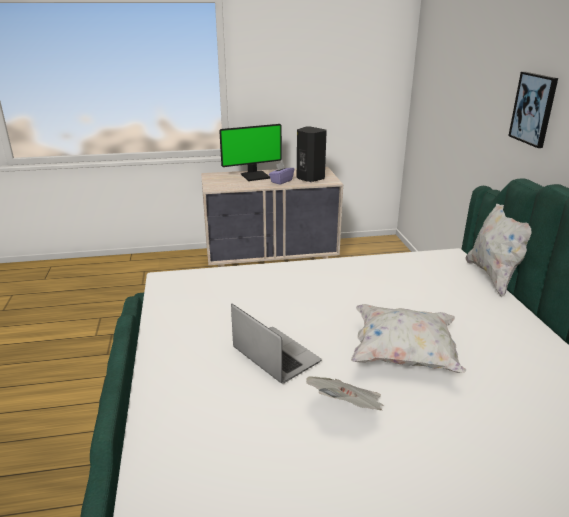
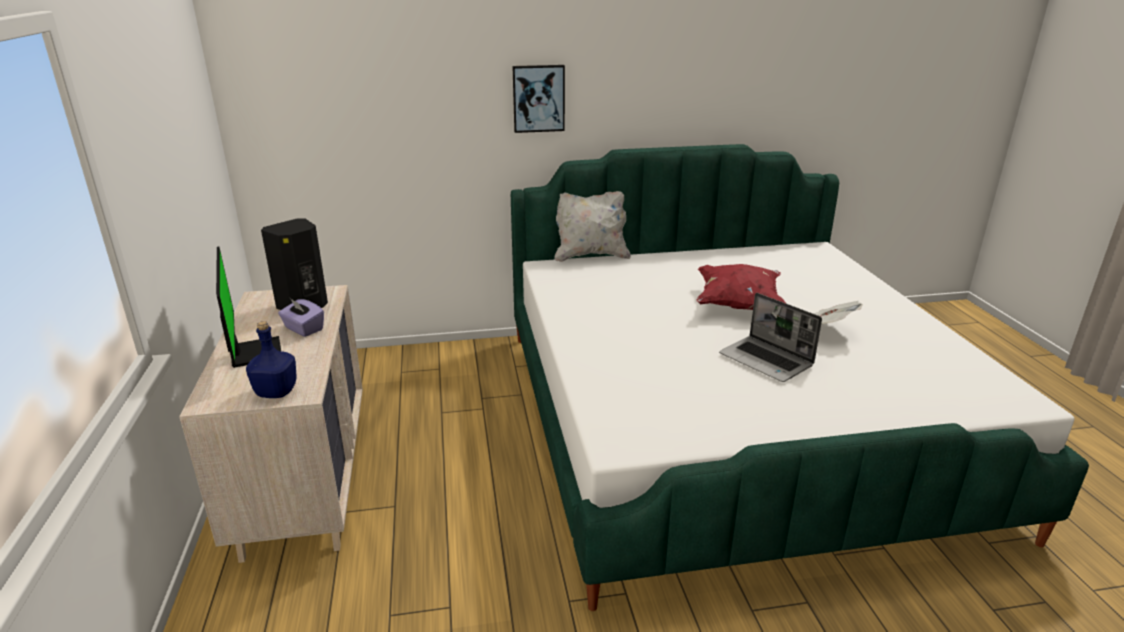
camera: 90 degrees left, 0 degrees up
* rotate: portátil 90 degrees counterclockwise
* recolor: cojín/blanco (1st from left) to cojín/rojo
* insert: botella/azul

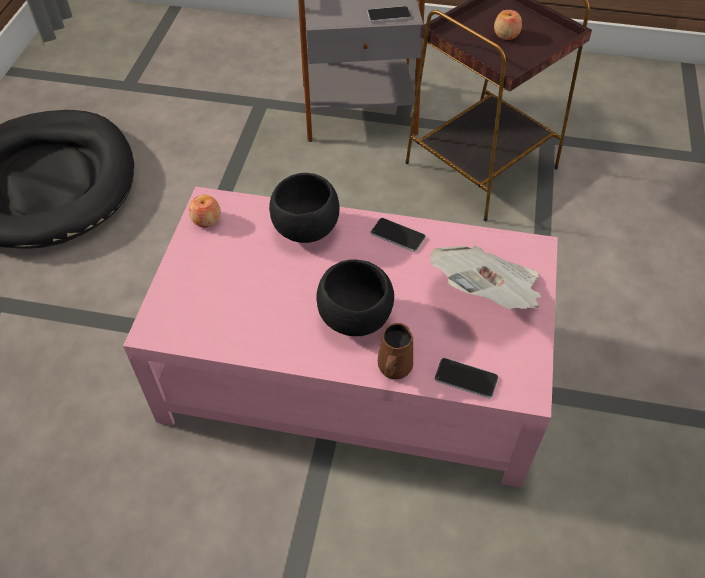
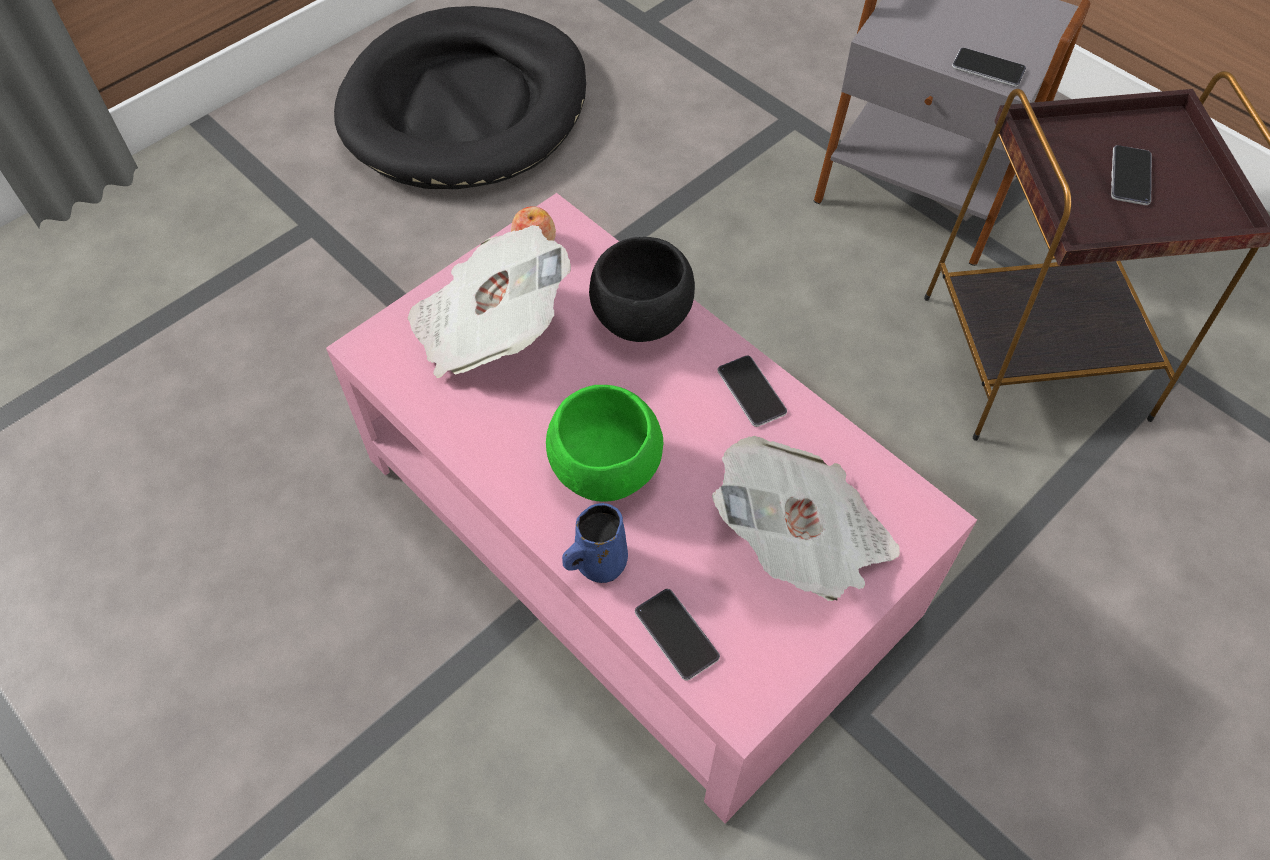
camera: 35 degrees right, 5 degrees up
* replace: manzana (2nd from left) to móvil (4th from left)
* recolor: cuenco/negro (2nd from left) to cuenco/verde
* recolor: taza grande/marrón to taza grande/azul
* insert: periódico (1st from left)

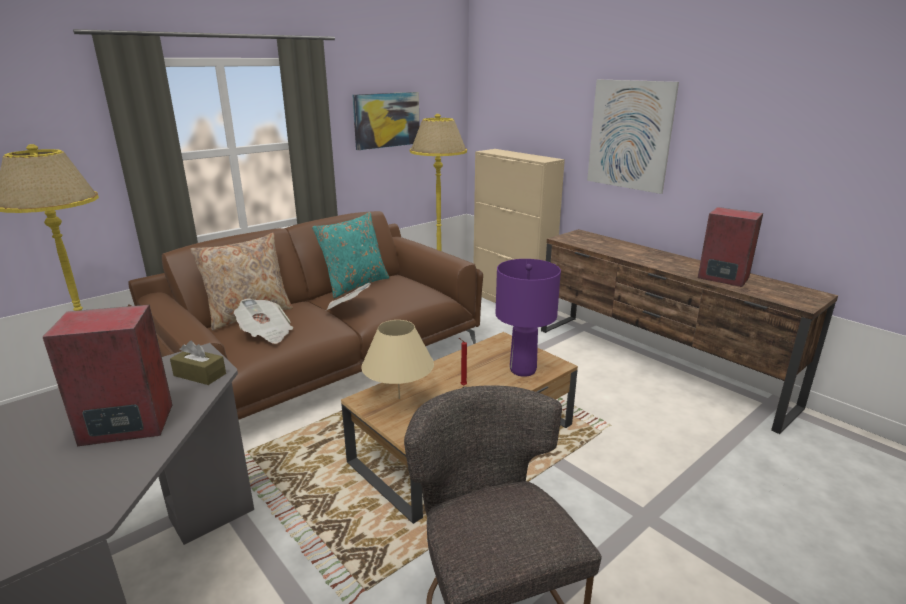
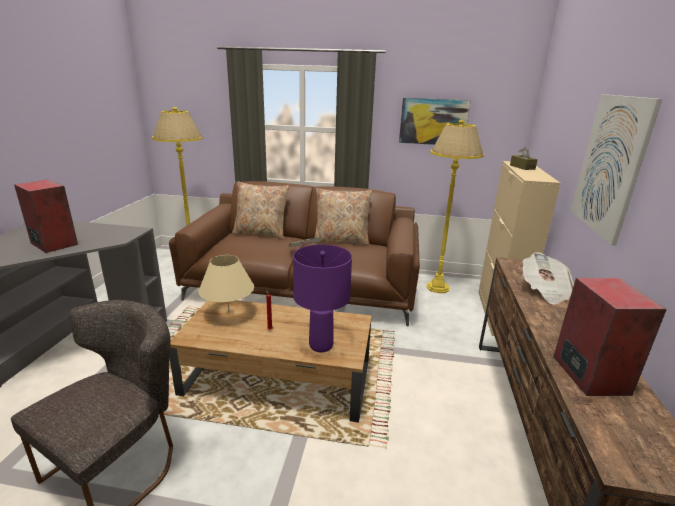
camera: 50 degrees right, 0 degrees up
* recolor: cojín/turquesa to cojín/beis (2nd from left)
* move: periódico (1st from left in the first image) to periódico (2nd from left)
* move: caja de pañuelos/marrón

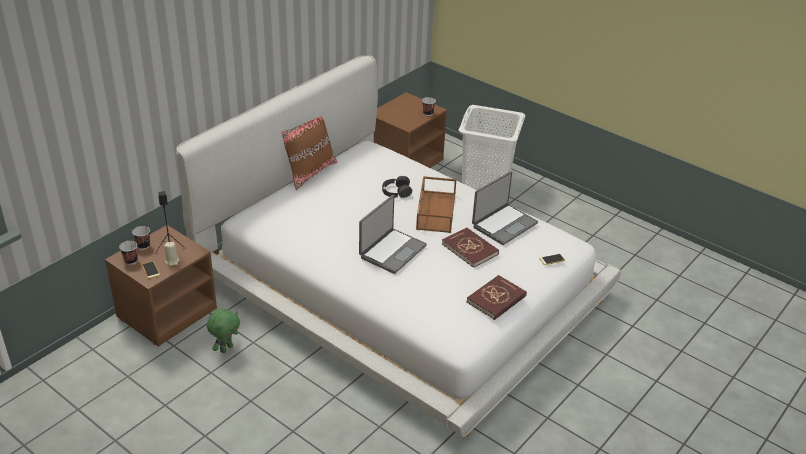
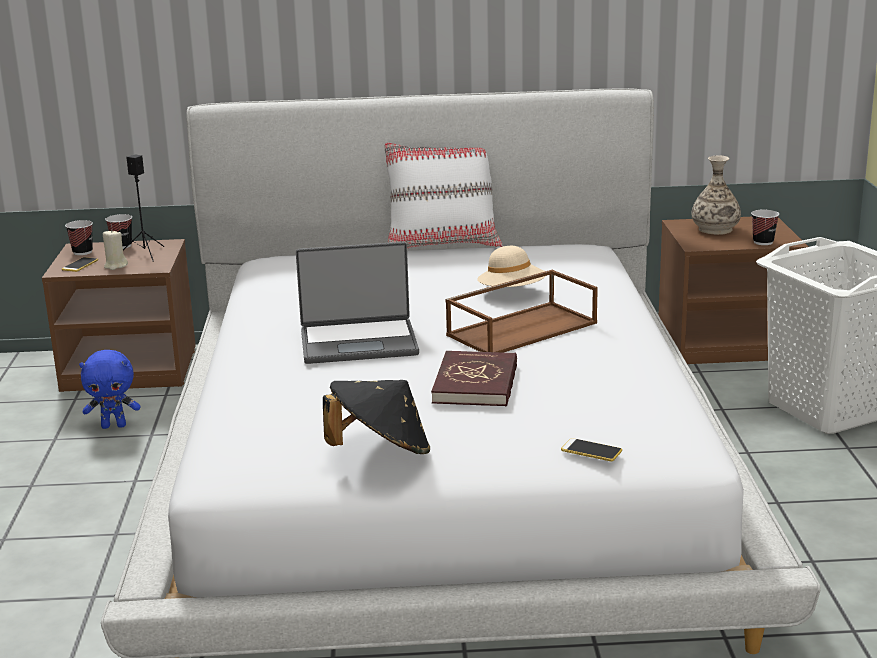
camera: 50 degrees right, 15 degrees down
* recolor: cojín/marrón to cojín/blanco
* delete: portátil (2nd from left)
* replace: auriculares/negro to sombrero/beis
* replace: libro/rojo (2nd from left) to sombrero/negro
* recolor: peluche/verde to peluche/azul
* insert: florero

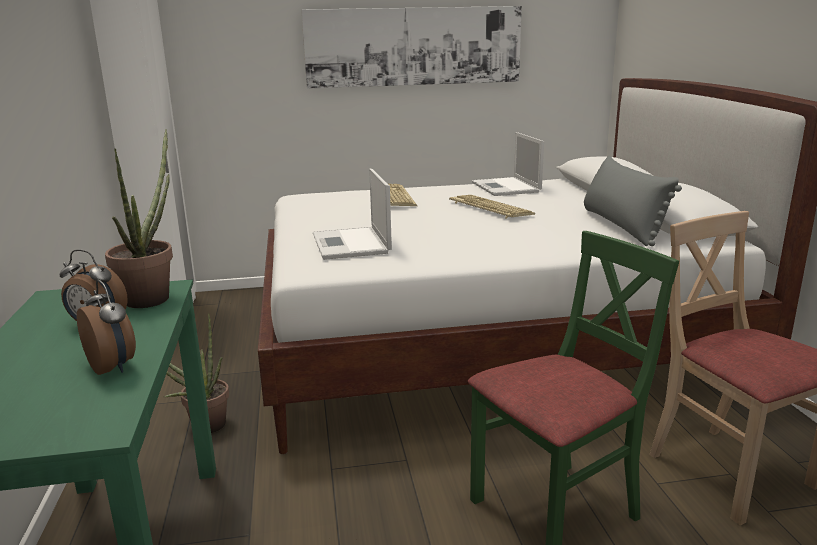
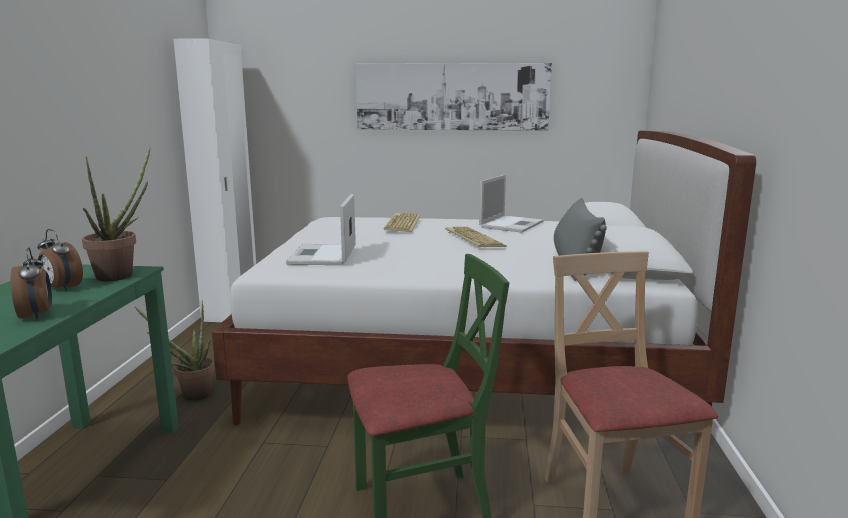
camera: 15 degrees right, 5 degrees down
* rotate: portátil (2nd from left) 150 degrees counterclockwise

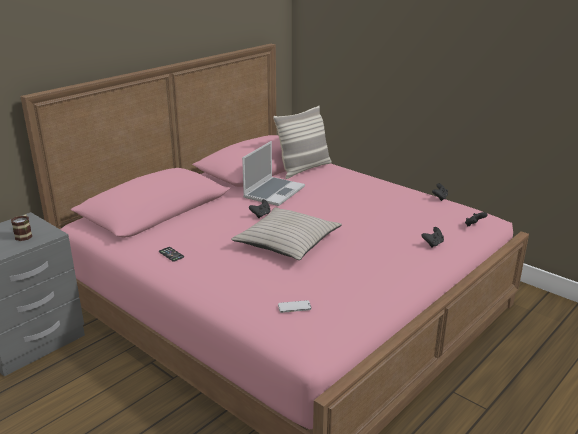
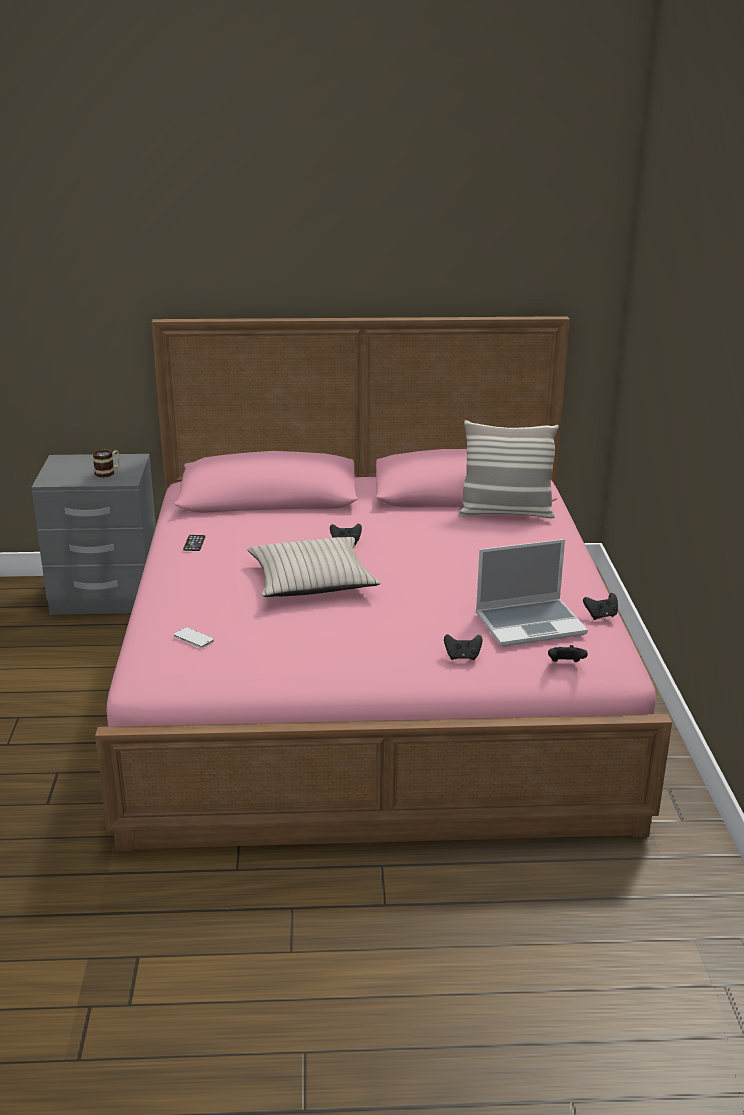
camera: 45 degrees right, 0 degrees up
* move: portátil

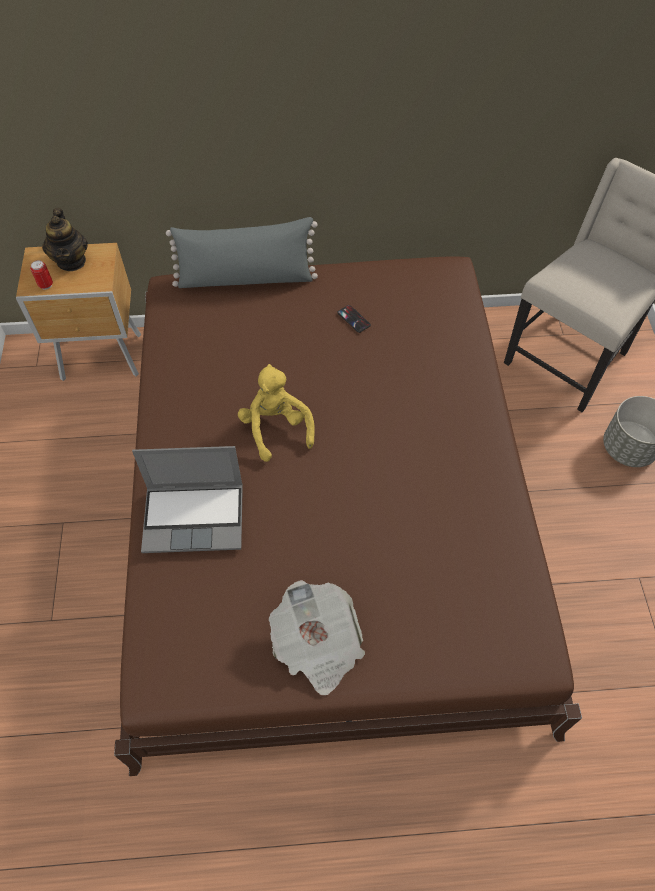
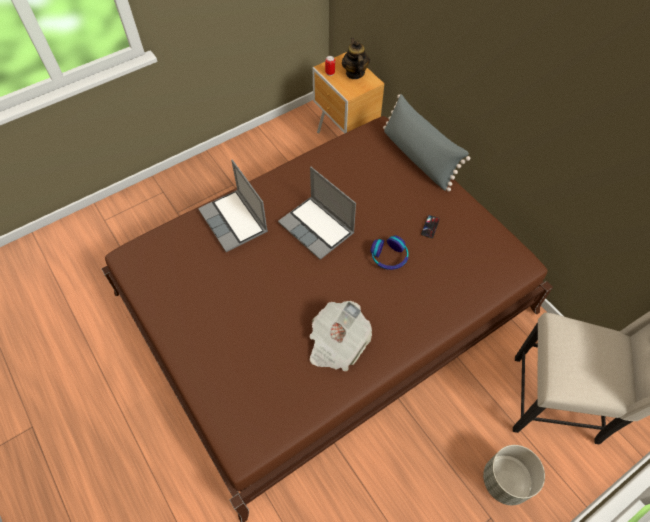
camera: 60 degrees right, 0 degrees up
* rotate: tetera 120 degrees clockwise
* replace: peluche/amarillo to portátil (2nd from left)
* move: periódico
* insert: auriculares

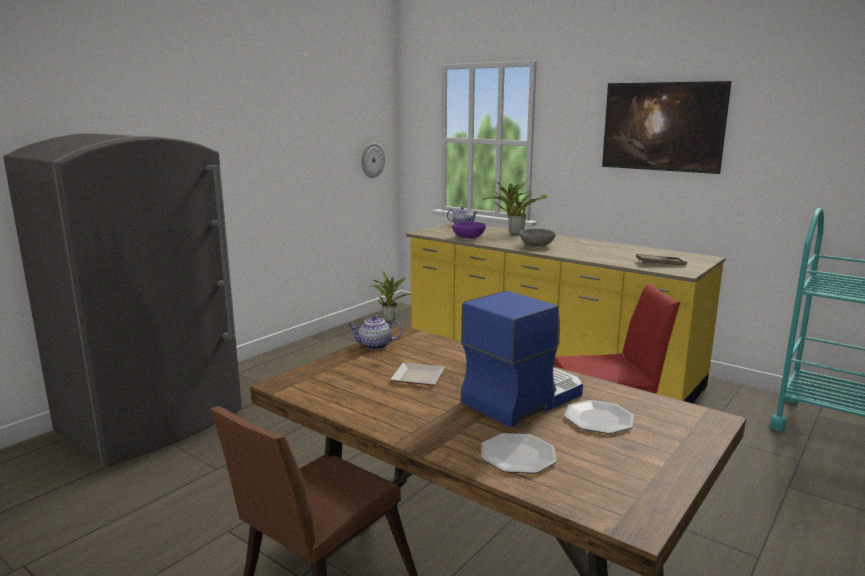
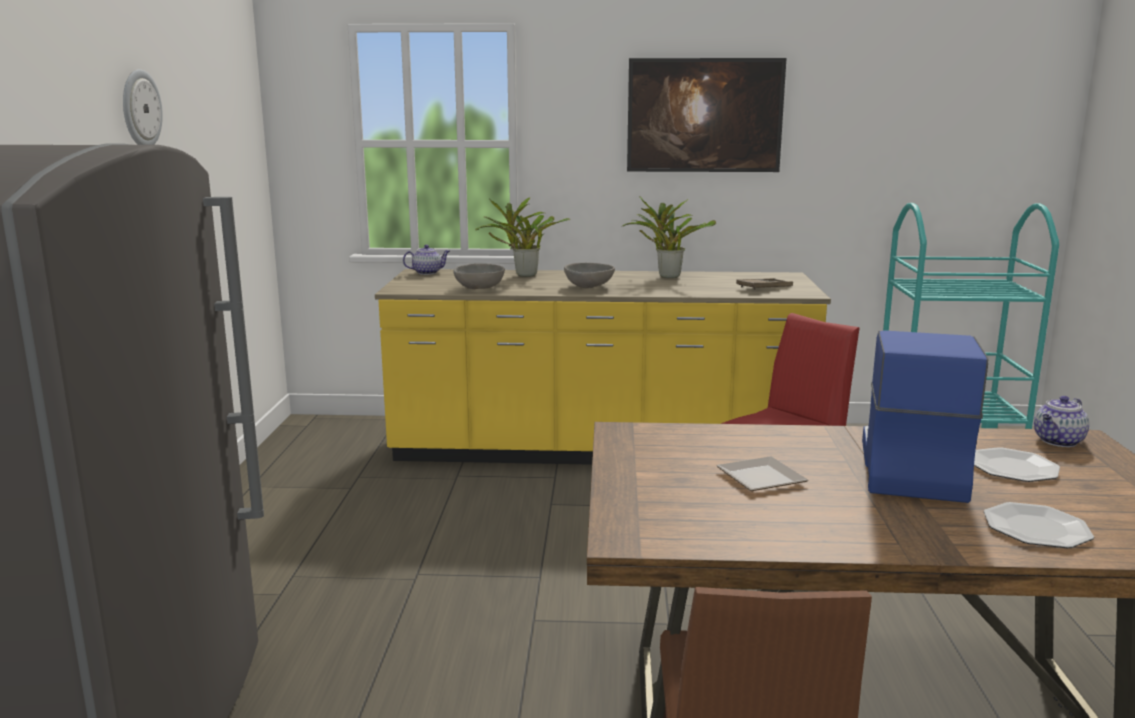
camera: 35 degrees left, 0 degrees up
* move: reloj de pared
* recolor: cuenco/morado to cuenco/gris (1st from left)
* move: planta en maceta (1st from left in the first image) to planta en maceta (2nd from left)
* move: tetera (1st from left in the first image) to tetera (2nd from left)

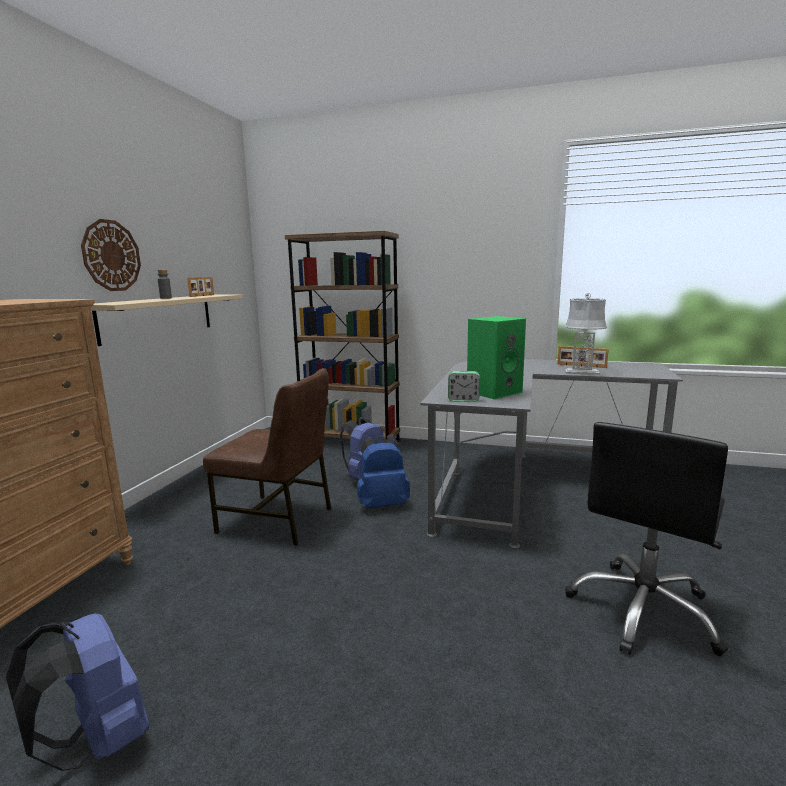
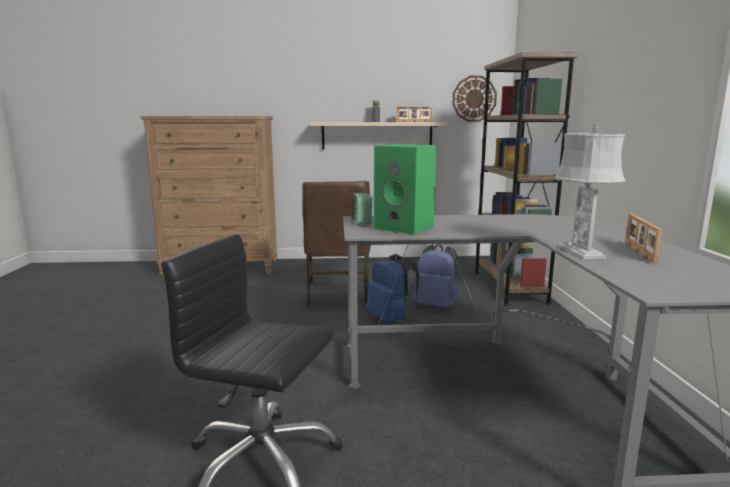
camera: 70 degrees right, 0 degrees up
* move: reloj de pared
* delete: mochila/azul (1st from left)

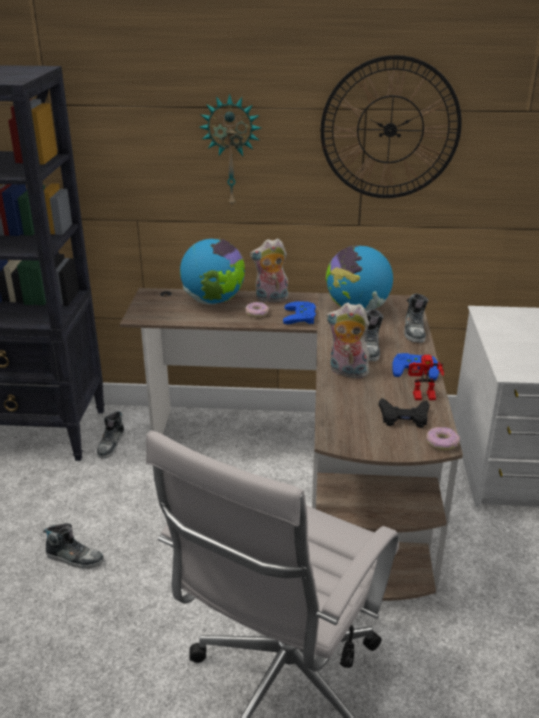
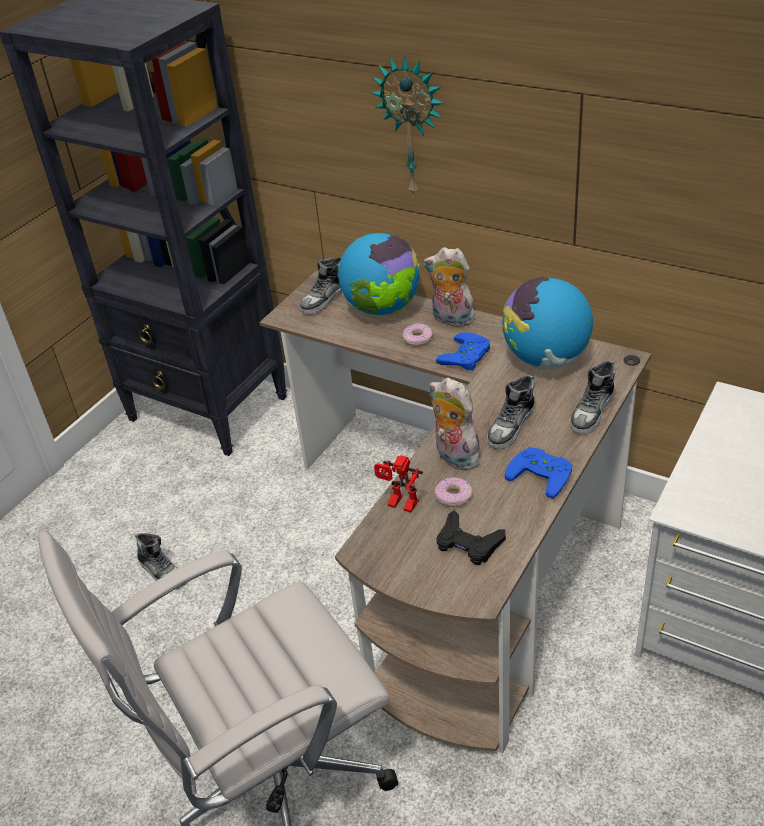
camera: 30 degrees right, 10 degrees up
* delete: reloj de pared (2nd from left)
* move: robot de juguete
* move: zapato (2nd from left)
* move: rosquilla (2nd from left)

